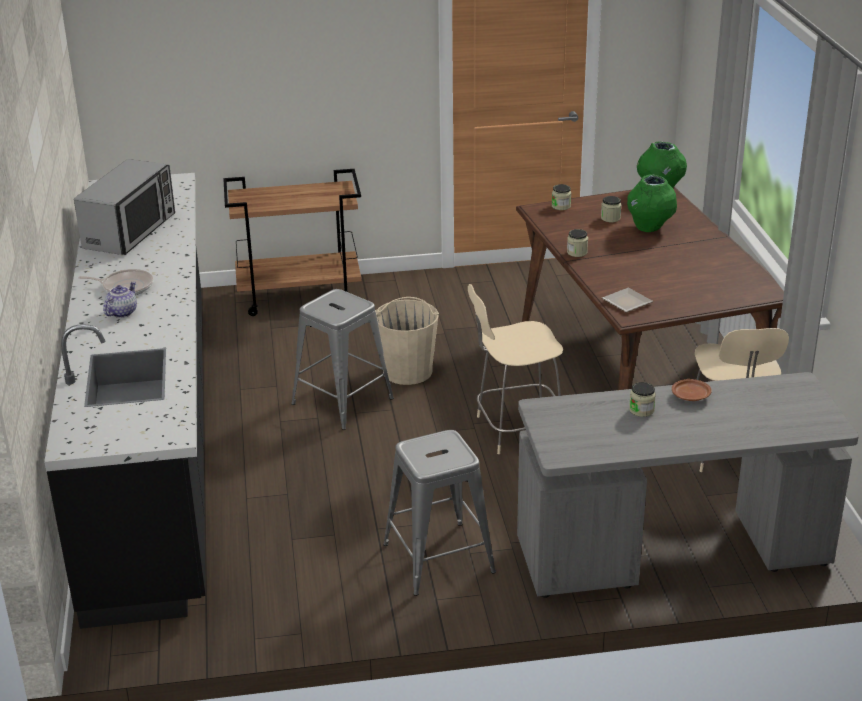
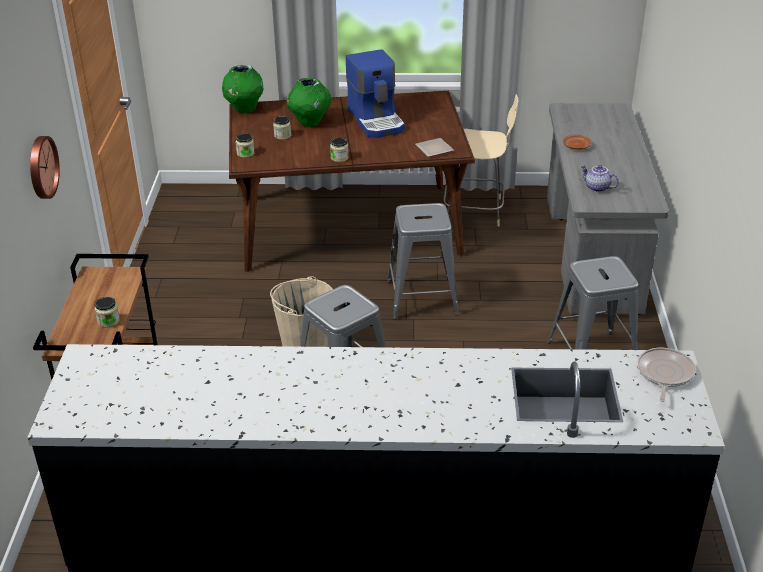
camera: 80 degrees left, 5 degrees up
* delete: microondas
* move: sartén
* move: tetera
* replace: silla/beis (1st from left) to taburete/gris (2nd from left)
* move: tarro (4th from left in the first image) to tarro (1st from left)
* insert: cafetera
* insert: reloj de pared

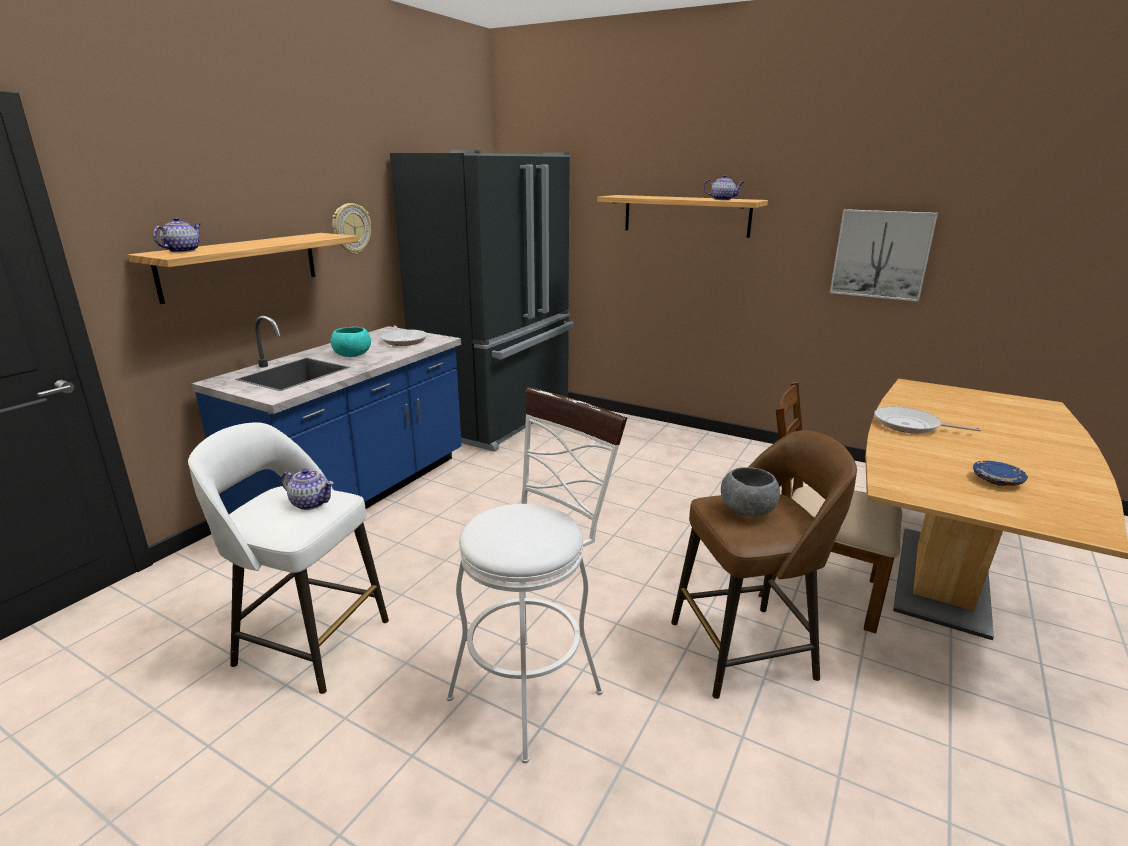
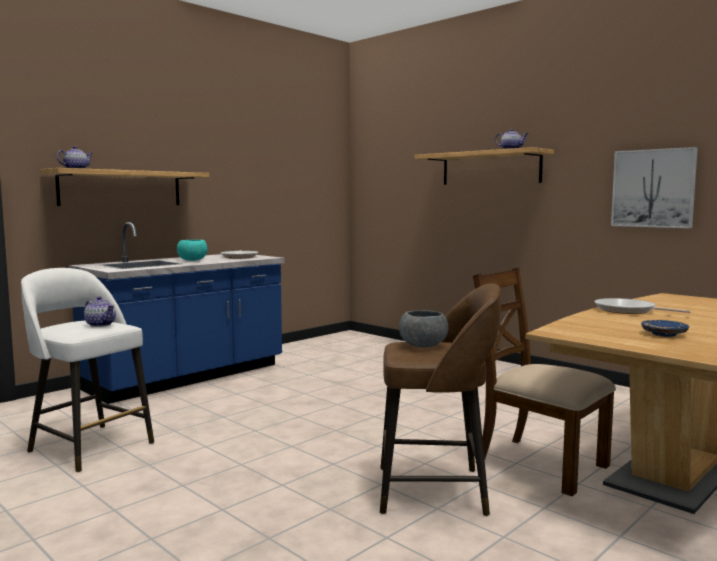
camera: 15 degrees right, 15 degrees down
* delete: nevera/negro
* delete: reloj de pared
* delete: taburete/blanco (2nd from left)

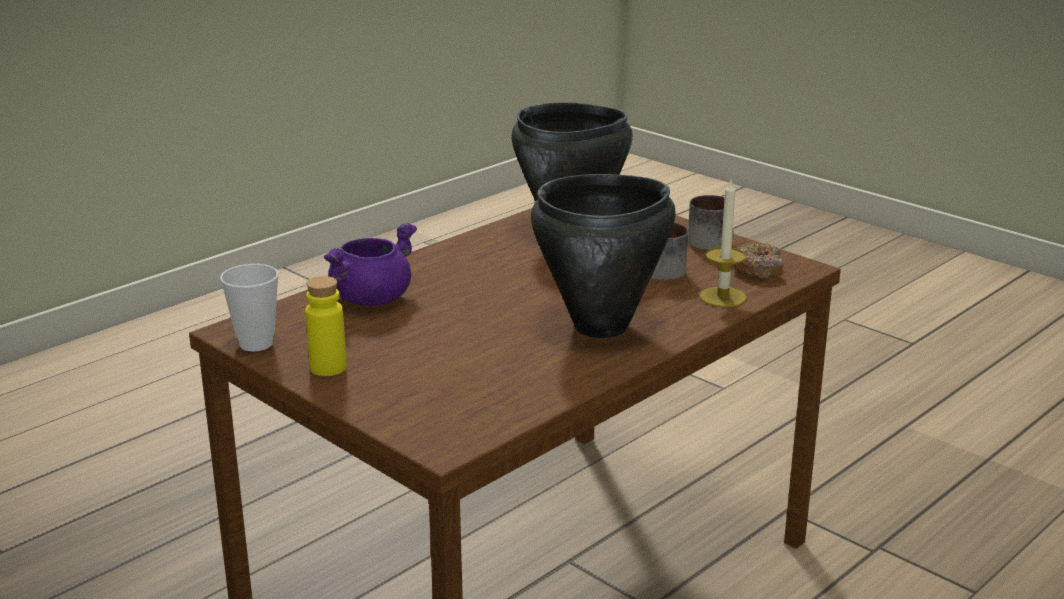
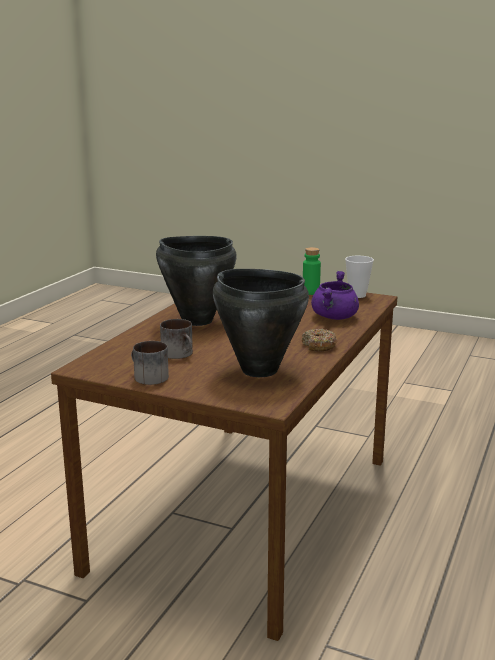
camera: 160 degrees right, 5 degrees down
* delete: vela
* move: rosquilla
* recolor: botella/amarillo to botella/verde

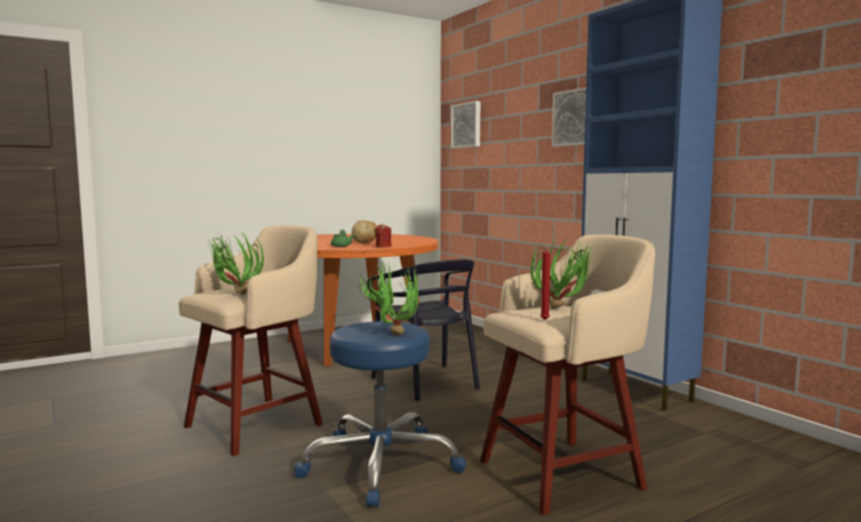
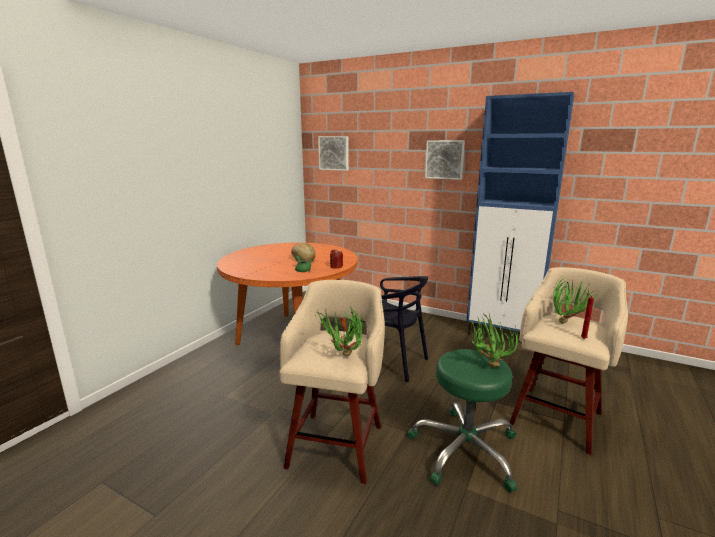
camera: 30 degrees left, 10 degrees up
* recolor: taburete/azul to taburete/verde

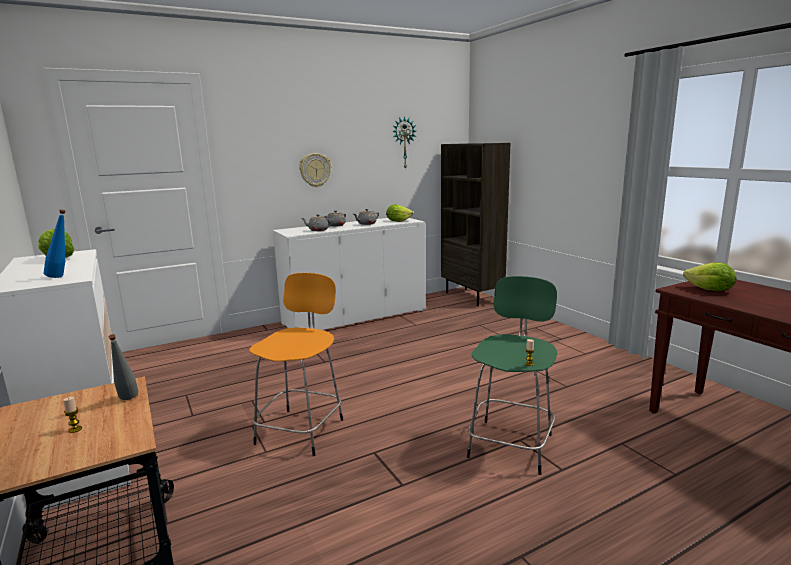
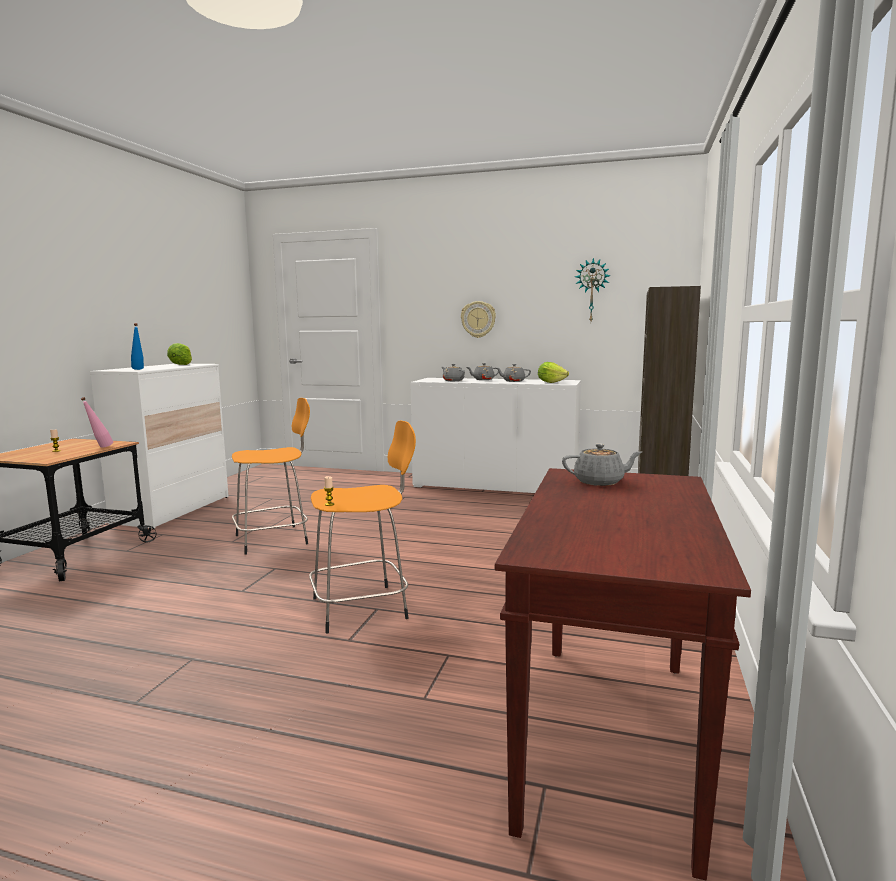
camera: 45 degrees right, 5 degrees down
* replace: lechuga (3rd from left) to tetera/gris (4th from left)
* recolor: taburete/verde to taburete/naranja (2nd from left)
* recolor: botella/gris to botella/rosa

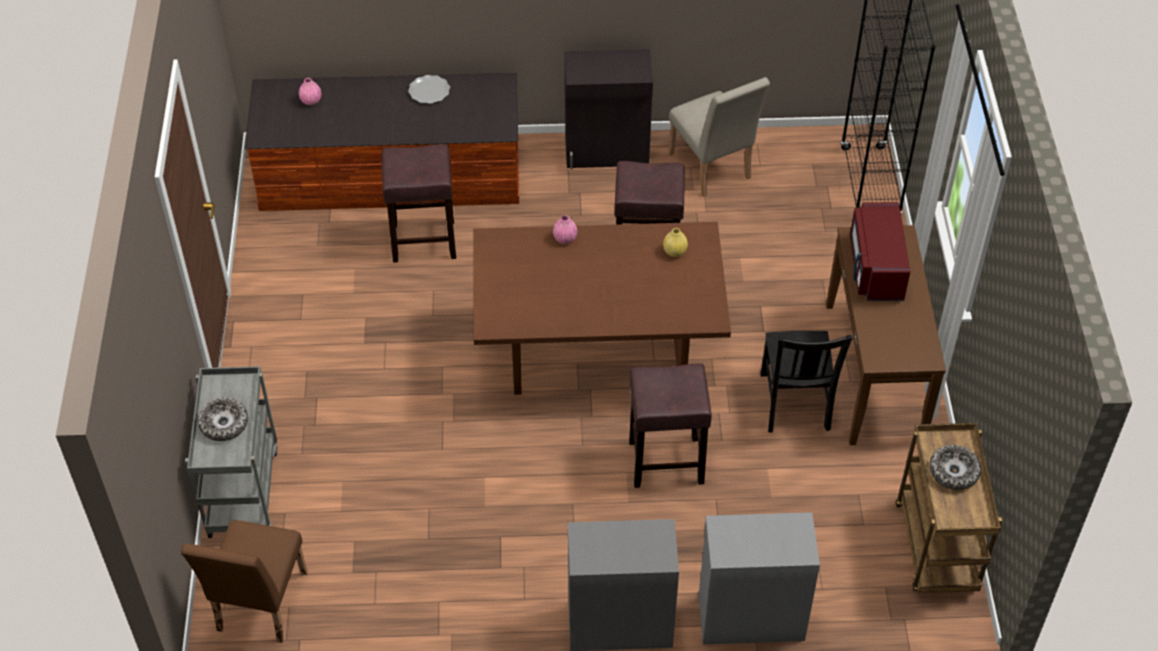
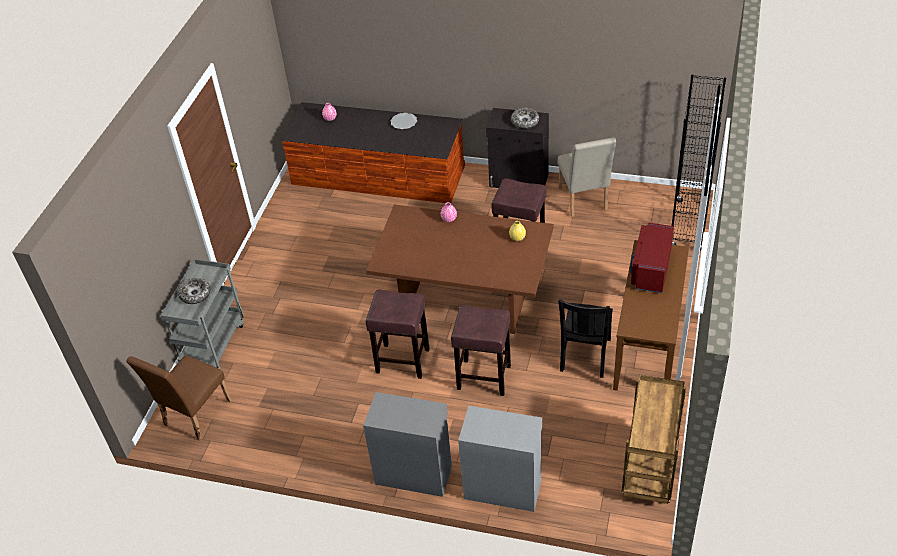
camera: 20 degrees right, 5 degrees down
* move: taburete/marrón (1st from left)
* move: cuenco (2nd from left)

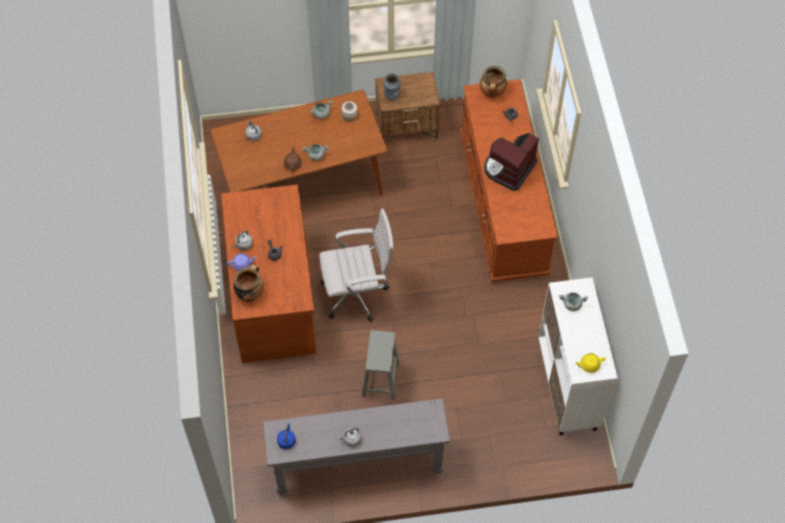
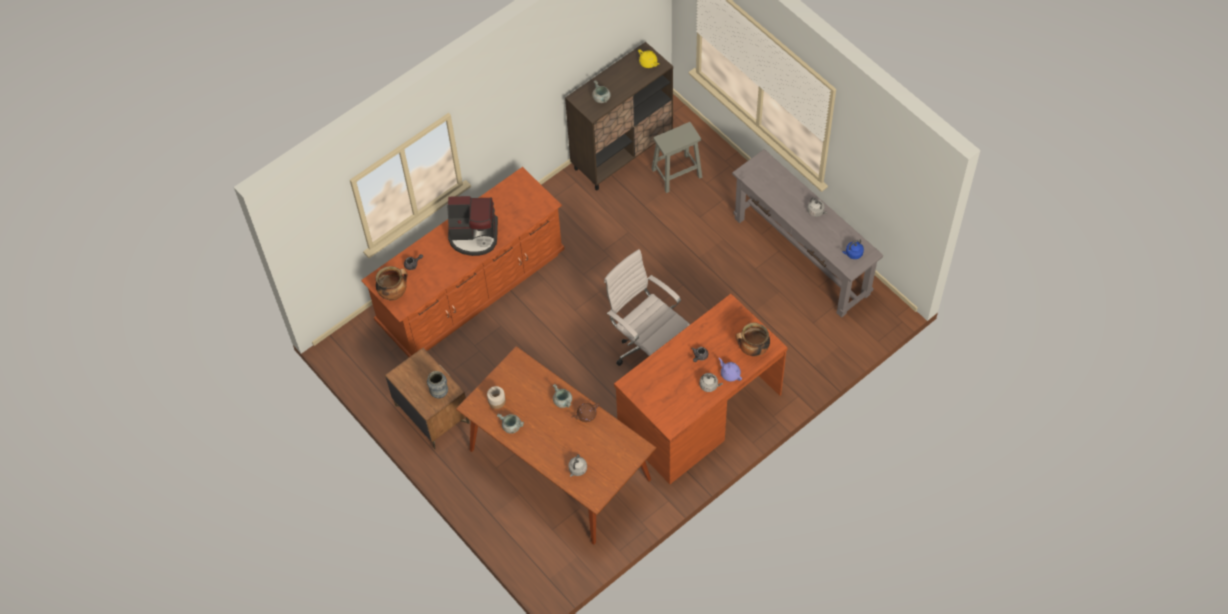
camera: 120 degrees left, 0 degrees up
* recolor: armario/blanco to armario/marrón
* move: taburete/gris

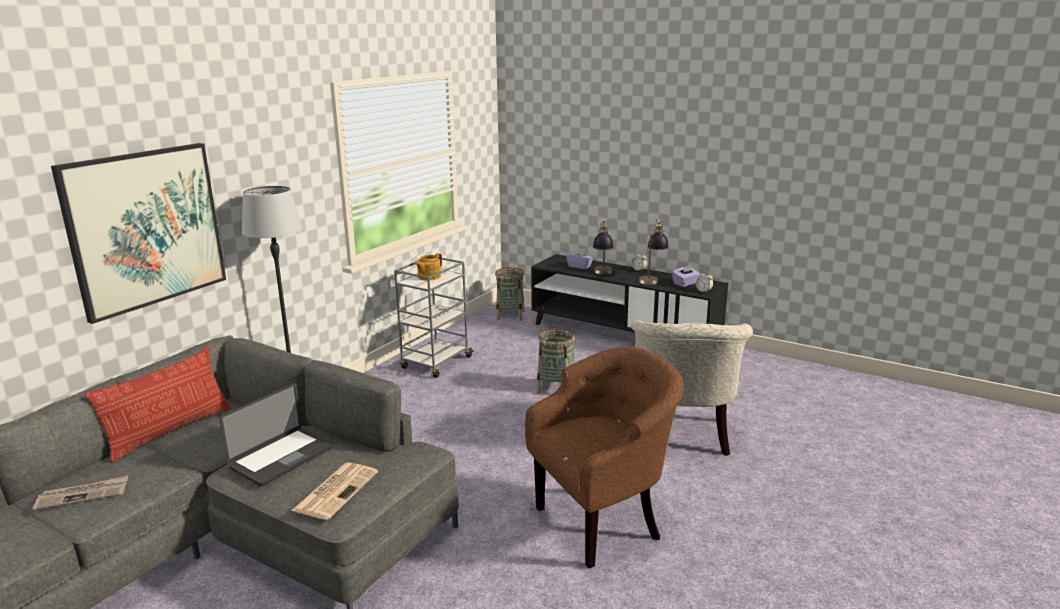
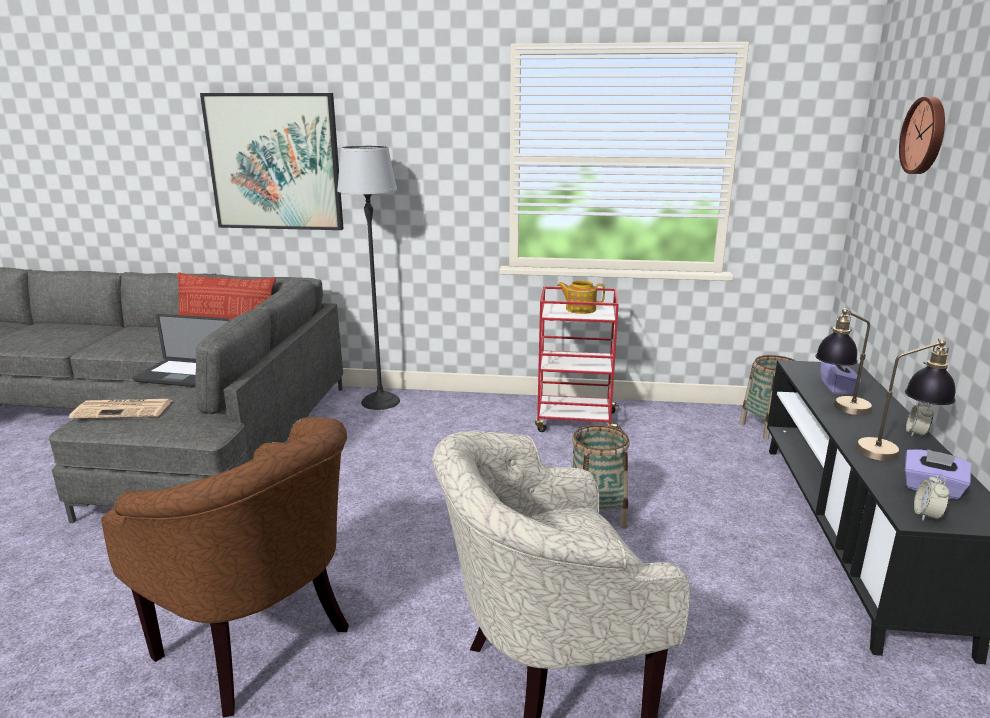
camera: 65 degrees right, 0 degrees up
* recolor: carrito/gris to carrito/rojo
* delete: periódico (1st from left)
* insert: reloj de pared

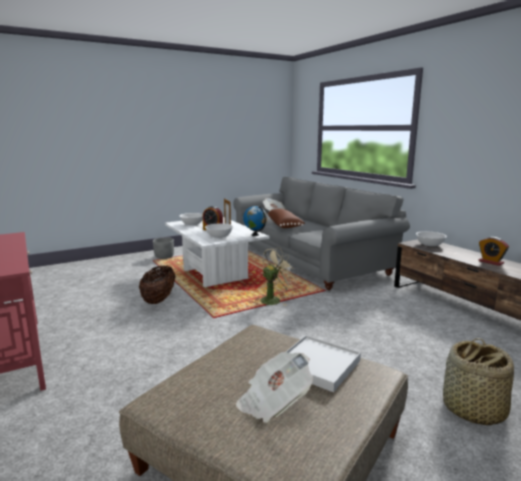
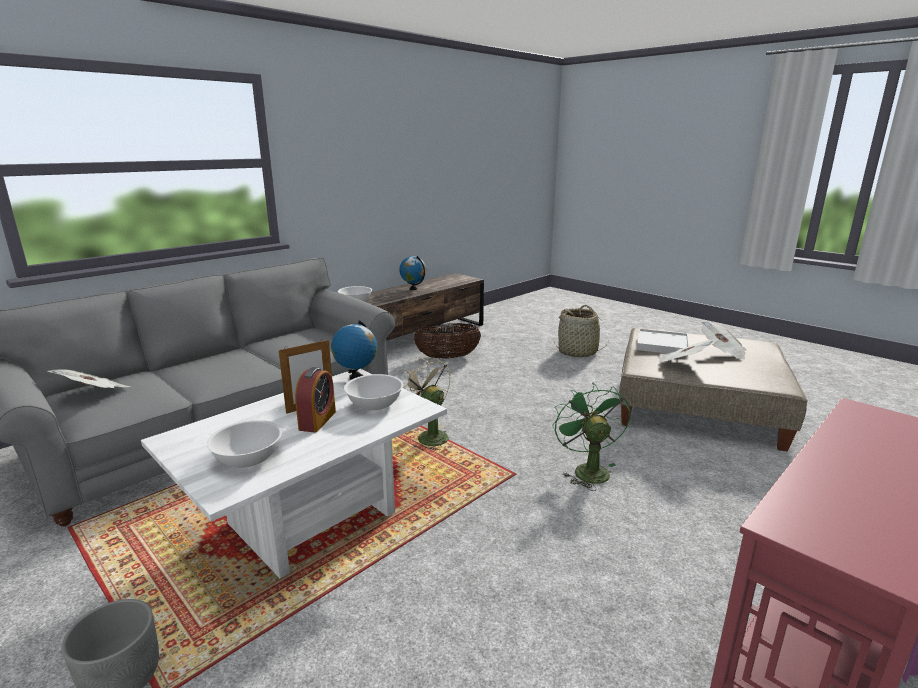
camera: 105 degrees left, 5 degrees up
* delete: cojín/marrón
* replace: despertador (2nd from left) to globo terráqueo (2nd from left)
* move: cesta (1st from left)
* insert: periódico (2nd from left)
* insert: ventilador/verde

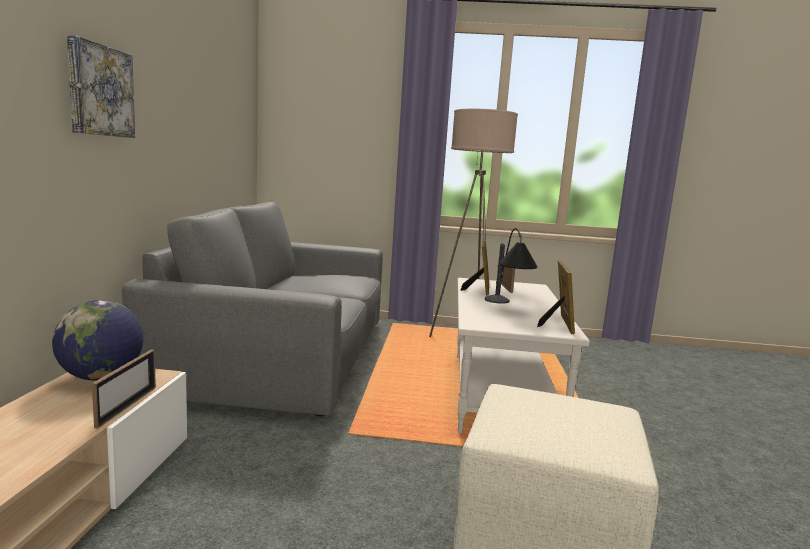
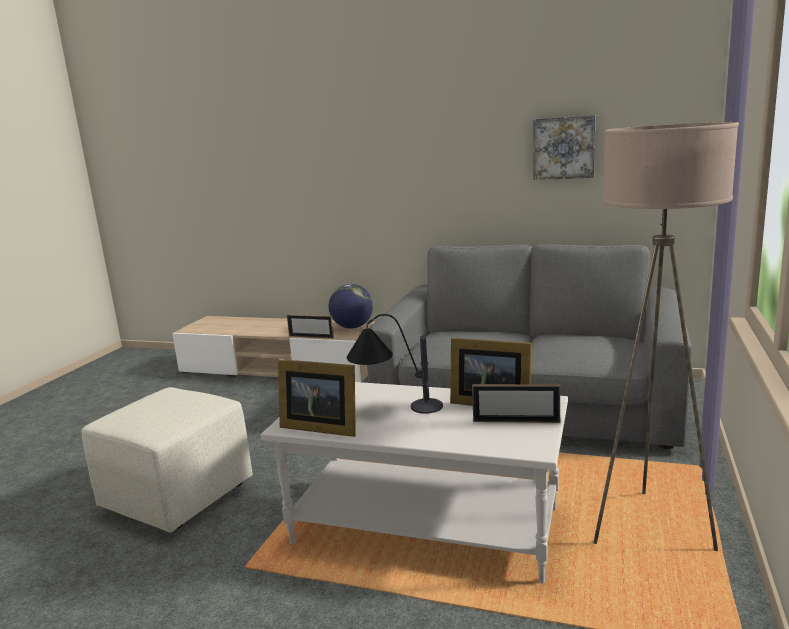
camera: 105 degrees right, 5 degrees up
* move: cuadro

